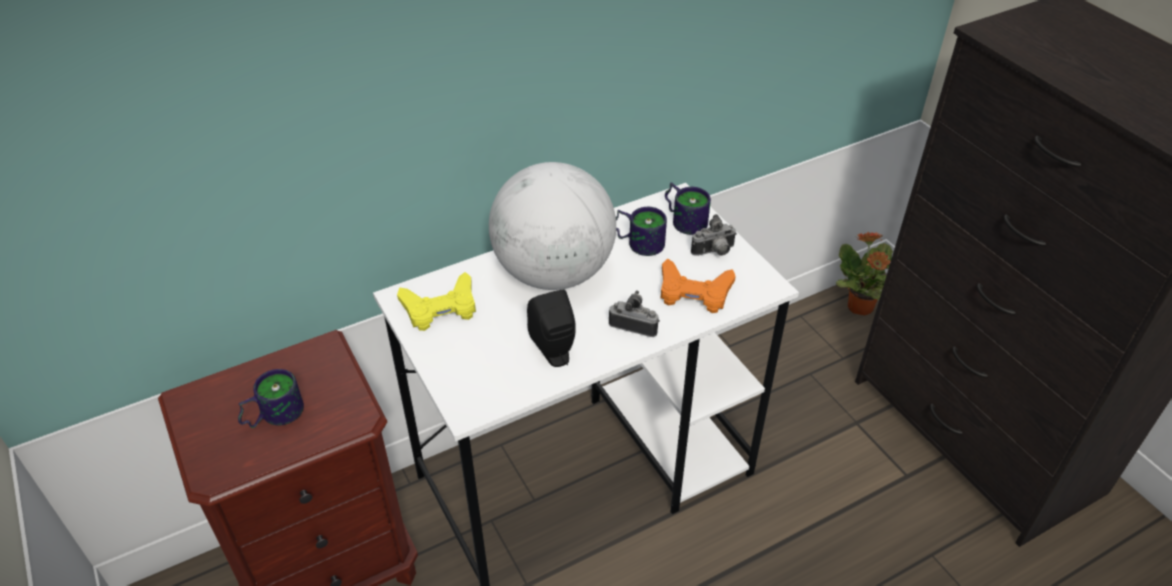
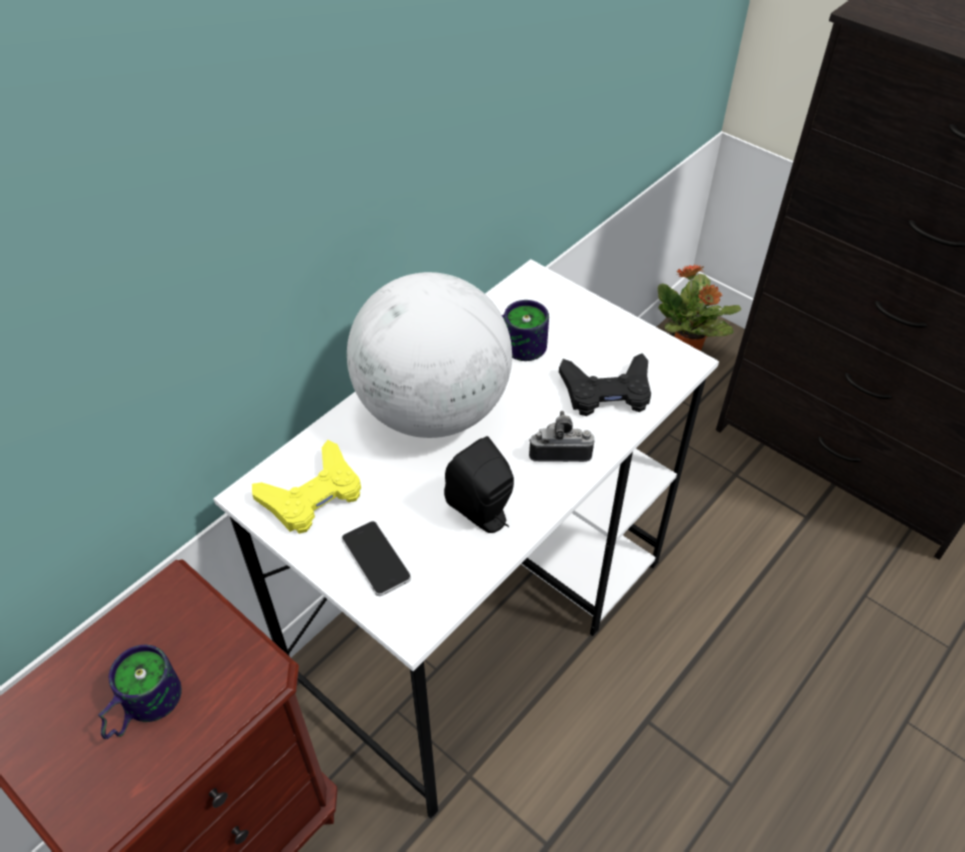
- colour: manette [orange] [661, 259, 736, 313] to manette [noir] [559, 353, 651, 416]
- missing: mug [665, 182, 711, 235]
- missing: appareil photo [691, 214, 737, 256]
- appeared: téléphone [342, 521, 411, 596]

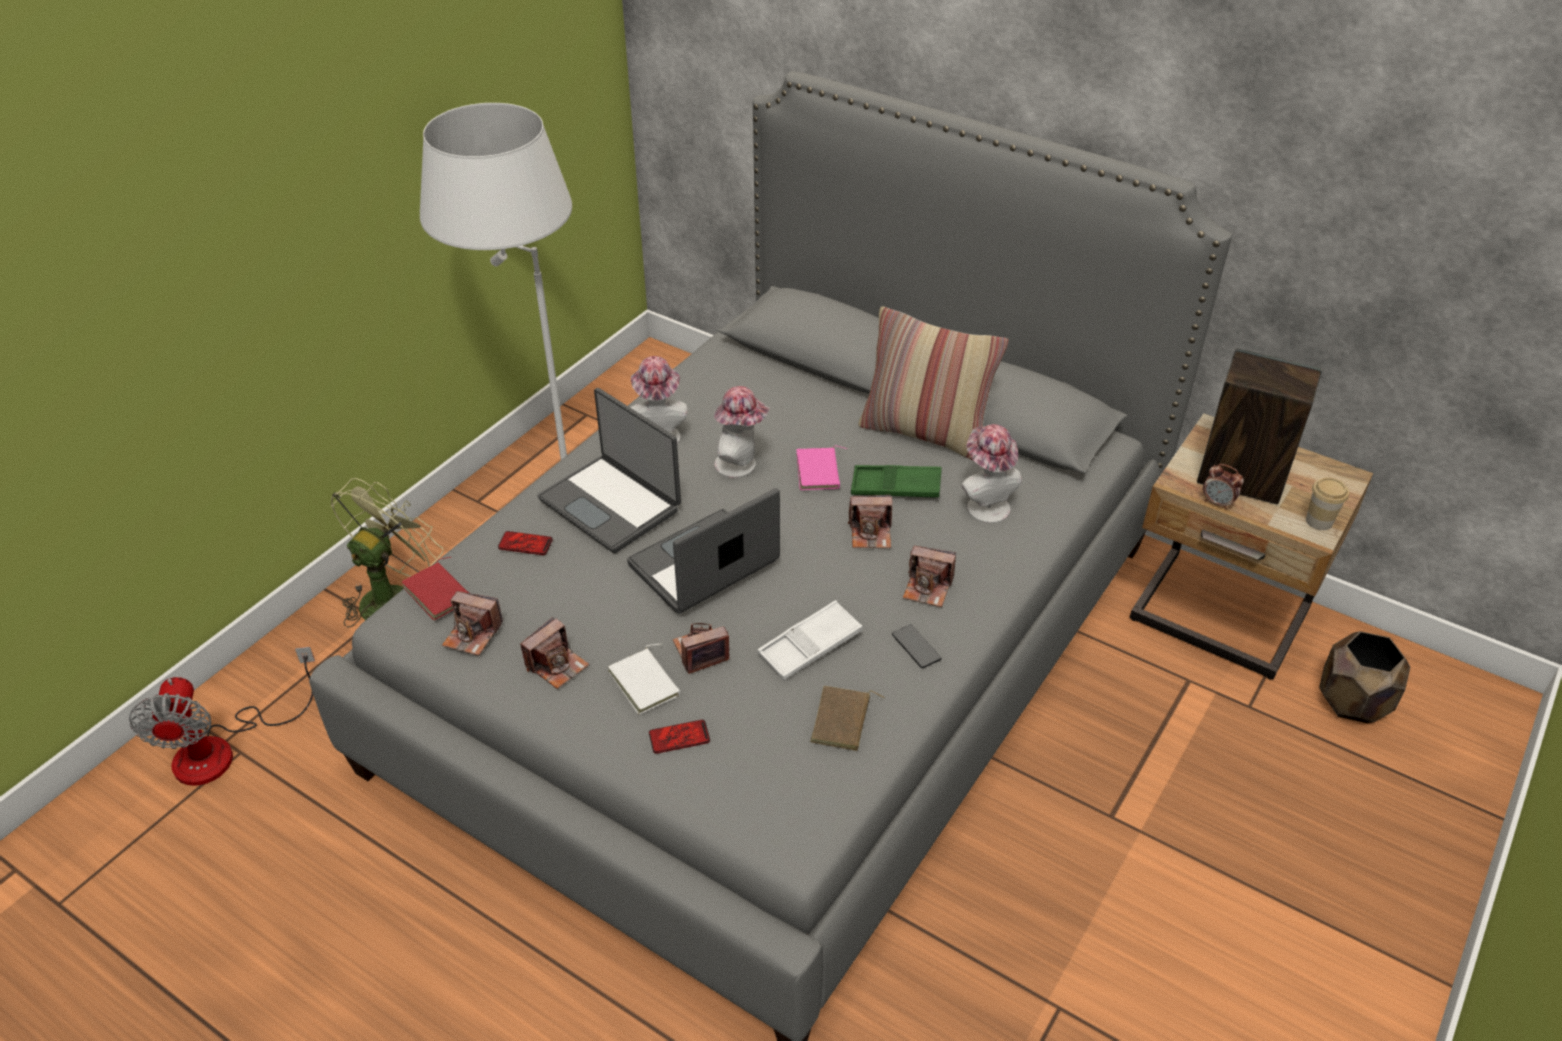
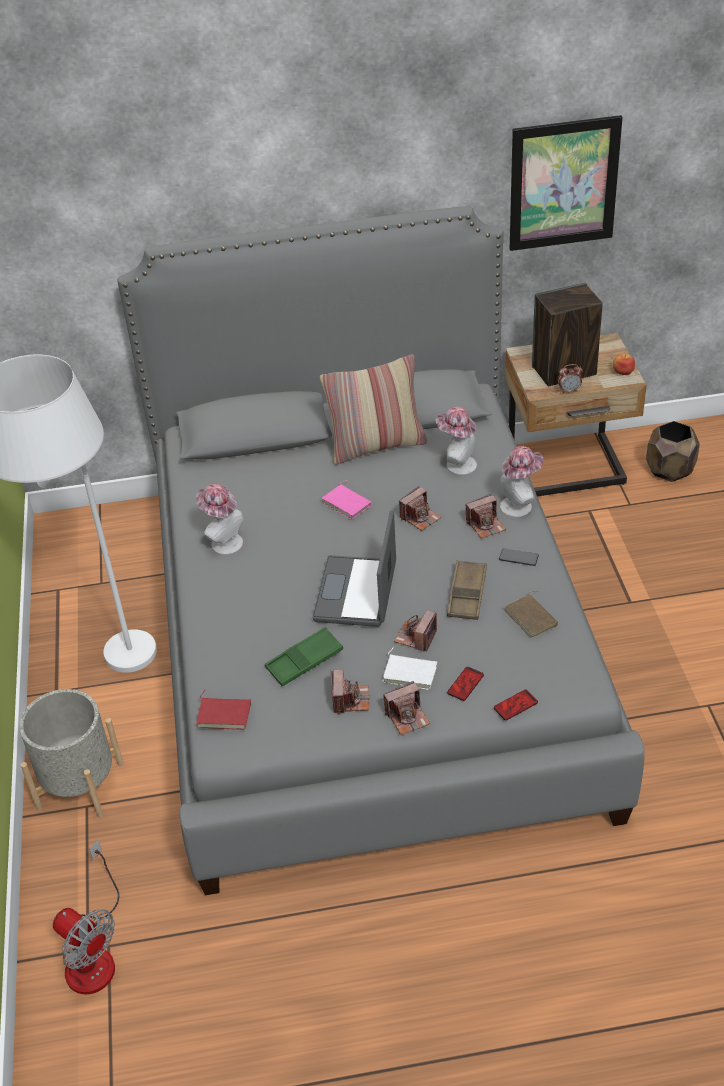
- exchanged: ventilateur [vert] [331, 478, 443, 627] to cache-pot [gris] [19, 689, 124, 818]
- relocated: appareil photo [442, 591, 503, 656] to [383, 681, 430, 735]
- relocated: téléphone [498, 531, 553, 555] to [494, 689, 538, 720]
- missing: ordinateur portable [538, 388, 681, 553]
- relocated: chapeau [714, 386, 770, 478] to [500, 446, 543, 517]
- colour: plateau [blanc] [757, 600, 863, 680] to plateau [marron] [447, 560, 487, 620]
- relocated: plateau [vert] [851, 465, 942, 497] to [265, 627, 343, 686]
- exchanged: tasse [1306, 478, 1349, 530] to pomme [613, 354, 635, 375]
- appeared: tableau [510, 115, 623, 251]

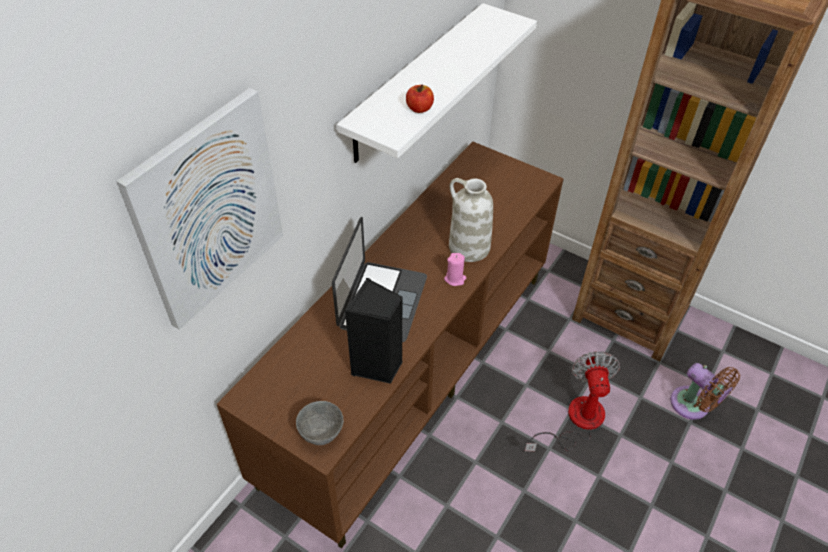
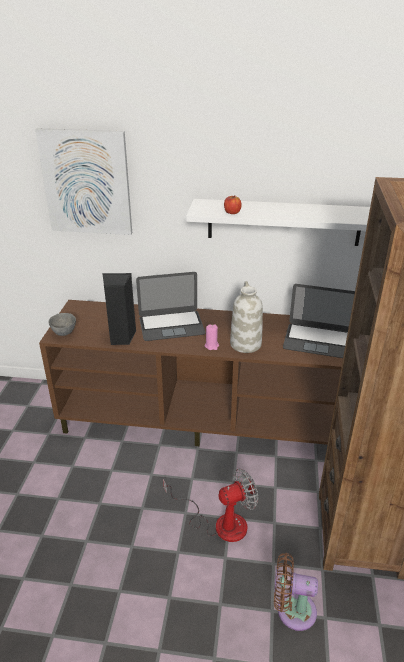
- spun: ventilateur [marron] [670, 363, 740, 420] = [274, 553, 318, 631] 75 degrees clockwise
- appeared: ordinateur portable [283, 284, 355, 358]

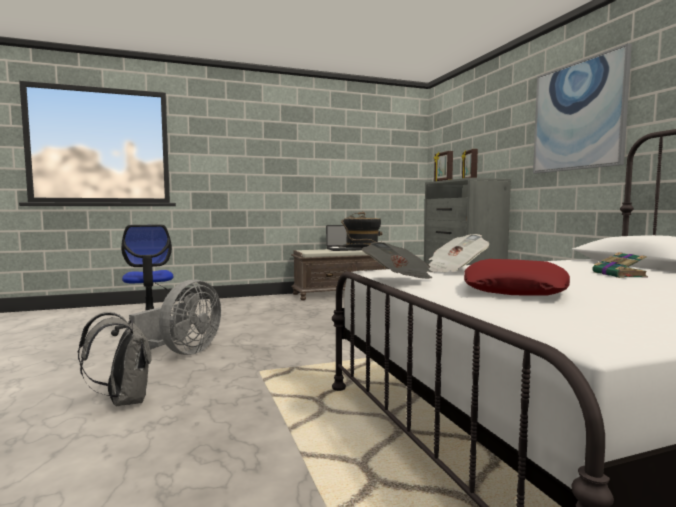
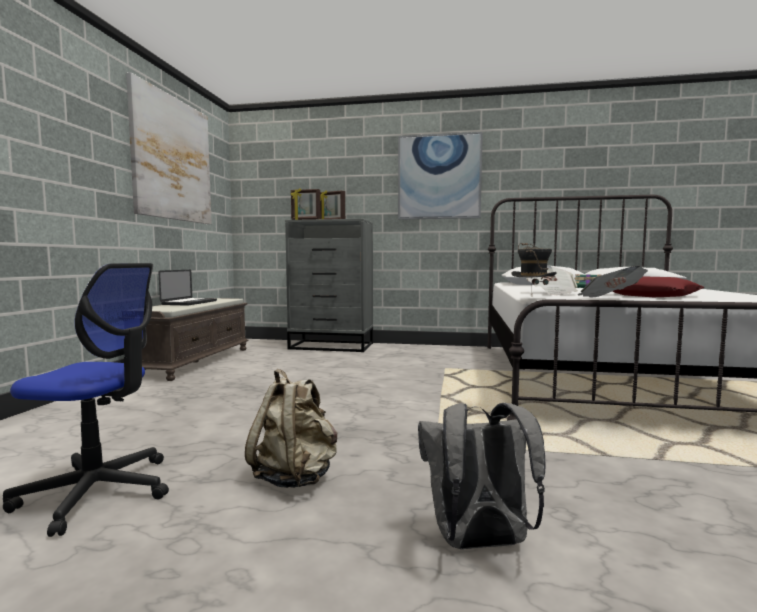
- exchanged: ventilateur [gris] [129, 279, 221, 355] to sac à dos [beige] [245, 369, 337, 488]
- appeared: tableau [126, 72, 212, 224]

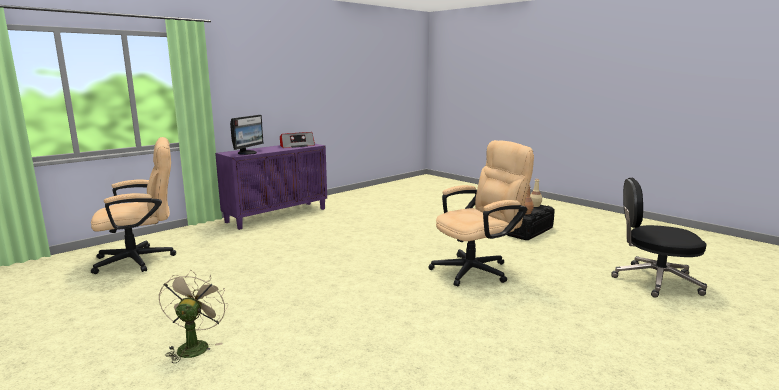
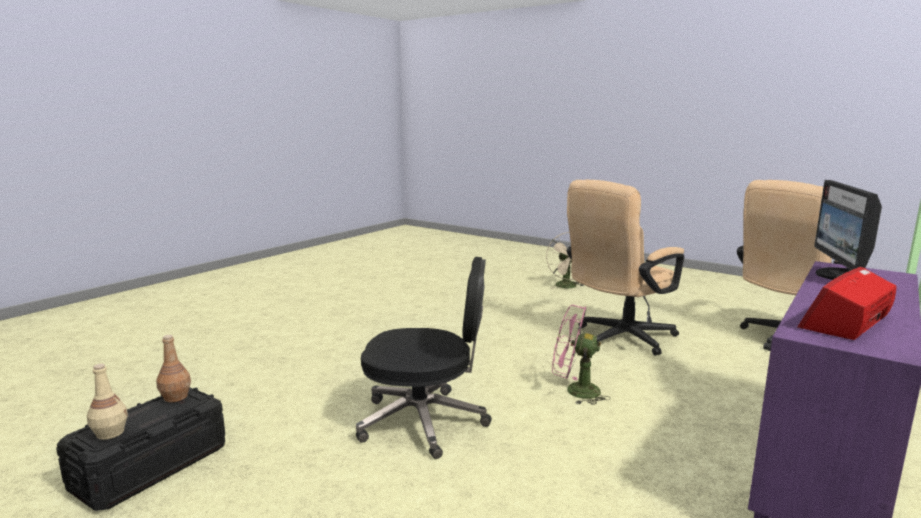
- relocated: chaise de bureau [beige] [428, 140, 534, 287] to [567, 180, 684, 356]
- relocated: chaise de bureau [noir] [611, 178, 707, 298] to [356, 257, 492, 459]
- appeared: ventilateur [rose] [552, 305, 610, 405]

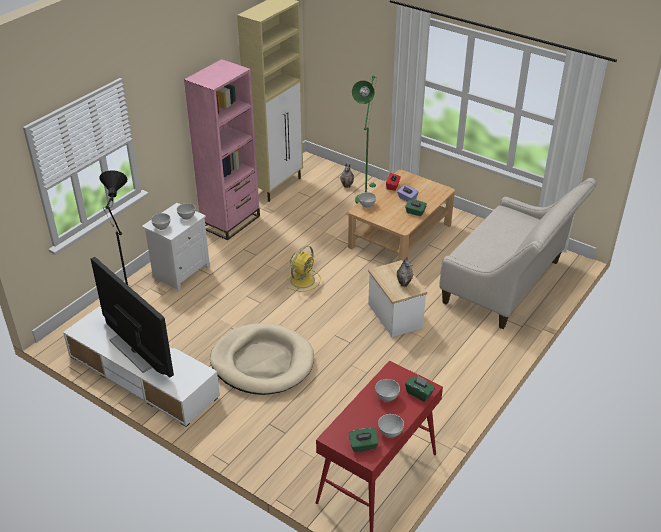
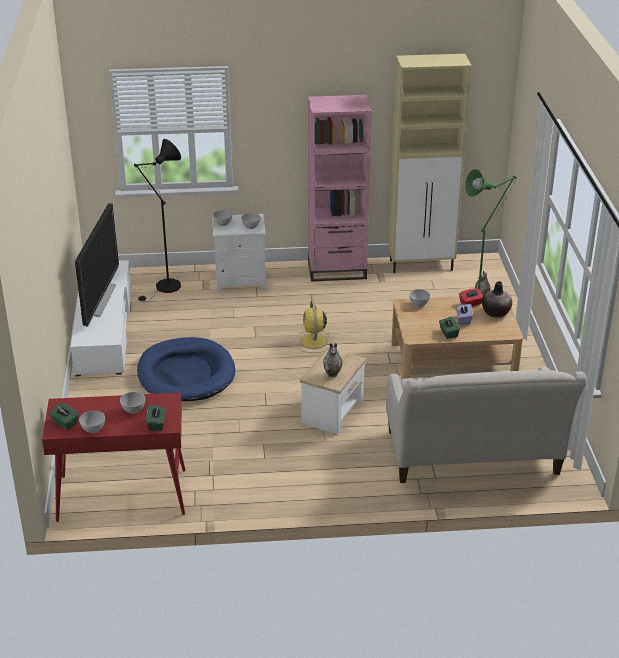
- colour: panier pour chien [beige] [210, 323, 314, 395] to panier pour chien [bleu] [137, 337, 236, 401]
- spun: ventilateur [jaune] [286, 245, 321, 292] = [295, 301, 334, 353] 90 degrees clockwise
- appeared: vase [482, 281, 512, 318]

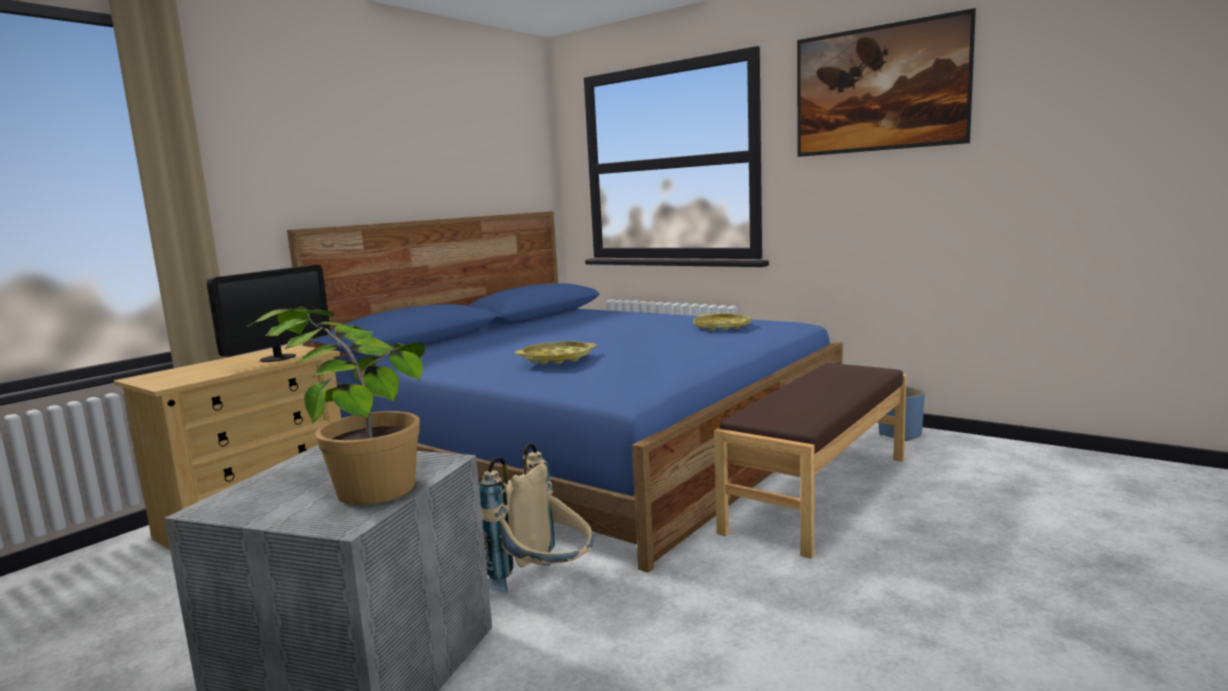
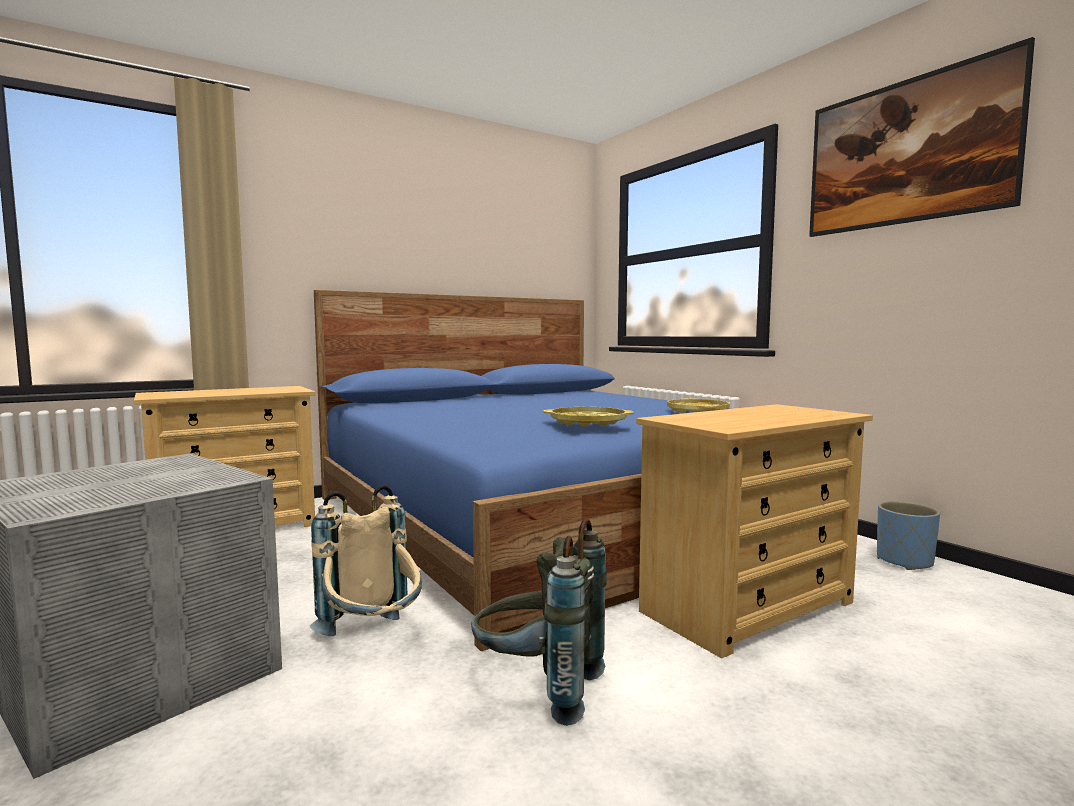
- missing: écran d'ordinateur [207, 265, 330, 362]
- missing: plante en pot [246, 307, 425, 505]
- relocated: plateau [jaune] [515, 341, 597, 365] to [544, 407, 634, 427]
- exchanged: banc [marron] [714, 363, 906, 559] to commode [beige] [636, 404, 873, 659]
- appeared: sac à dos [gris] [471, 518, 607, 726]

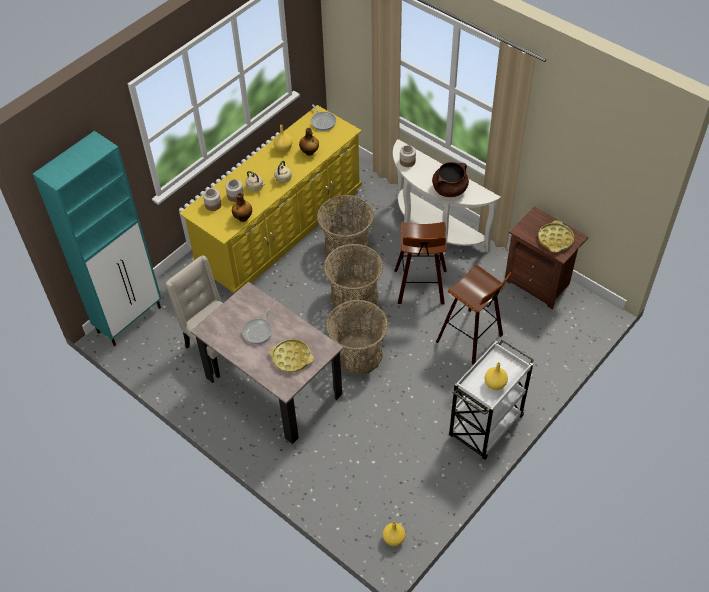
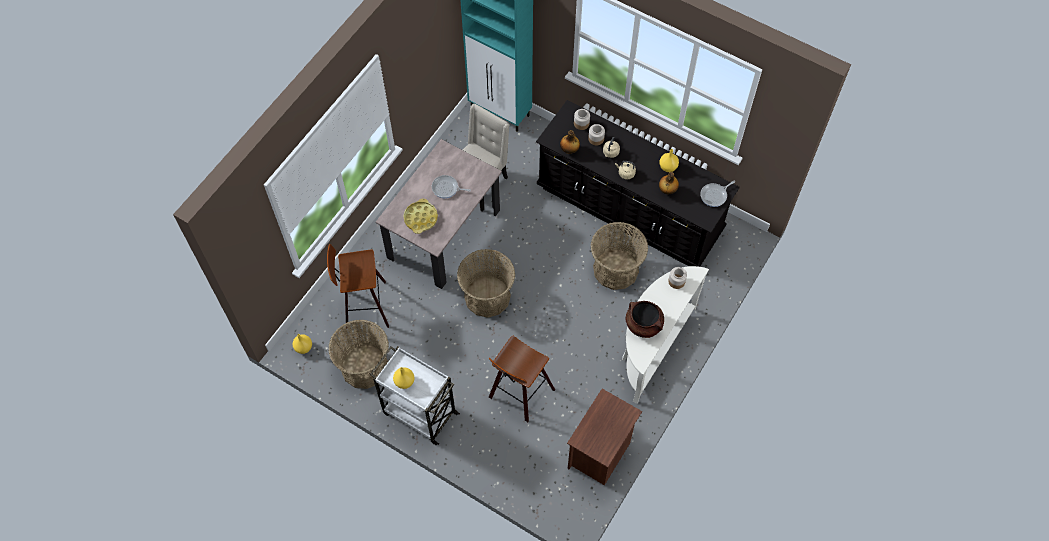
- colour: commode [jaune] [179, 105, 362, 293] to commode [noir] [536, 100, 740, 267]
- relocated: panier [324, 244, 383, 316] to [328, 320, 389, 389]
- relocated: tabouret [394, 222, 447, 304] to [327, 244, 389, 328]
- missing: plateau [jaune] [538, 220, 574, 253]

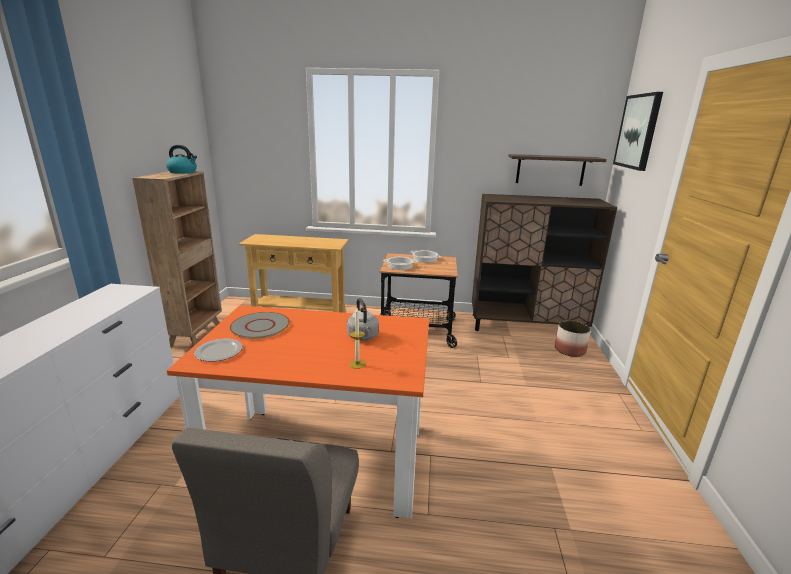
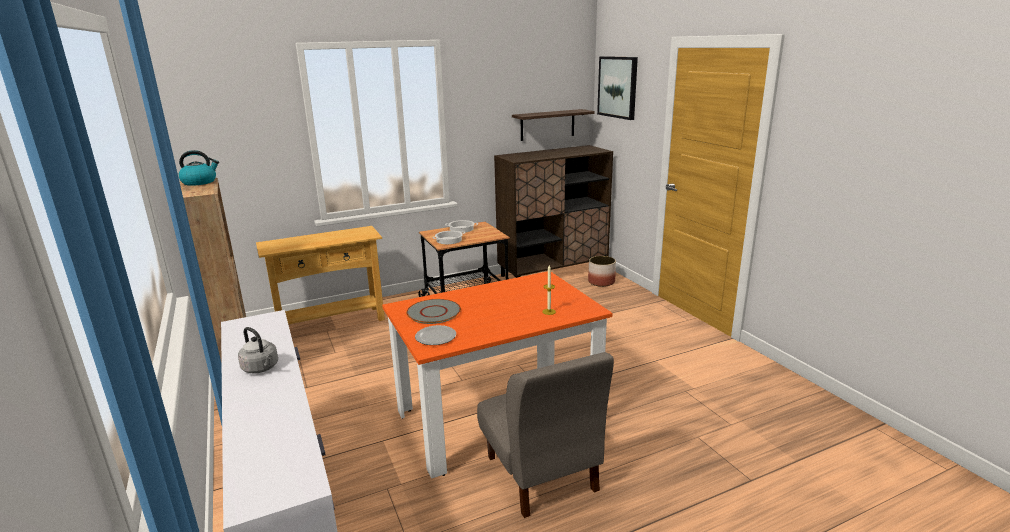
- relocated: bouilloire [gris] [347, 298, 379, 341] to [238, 327, 278, 374]

